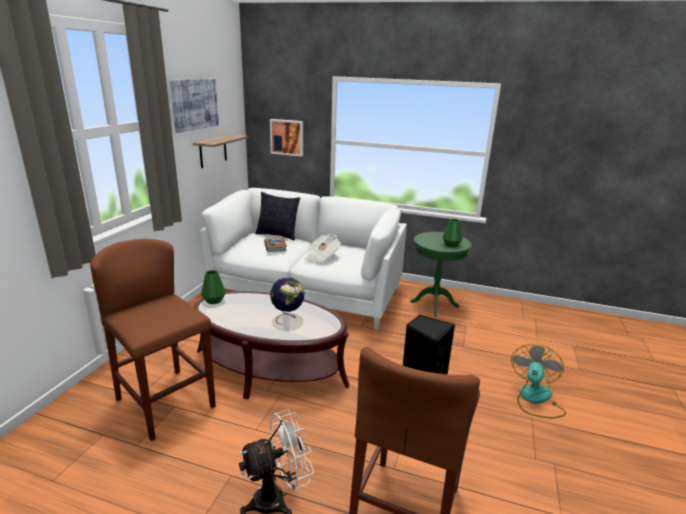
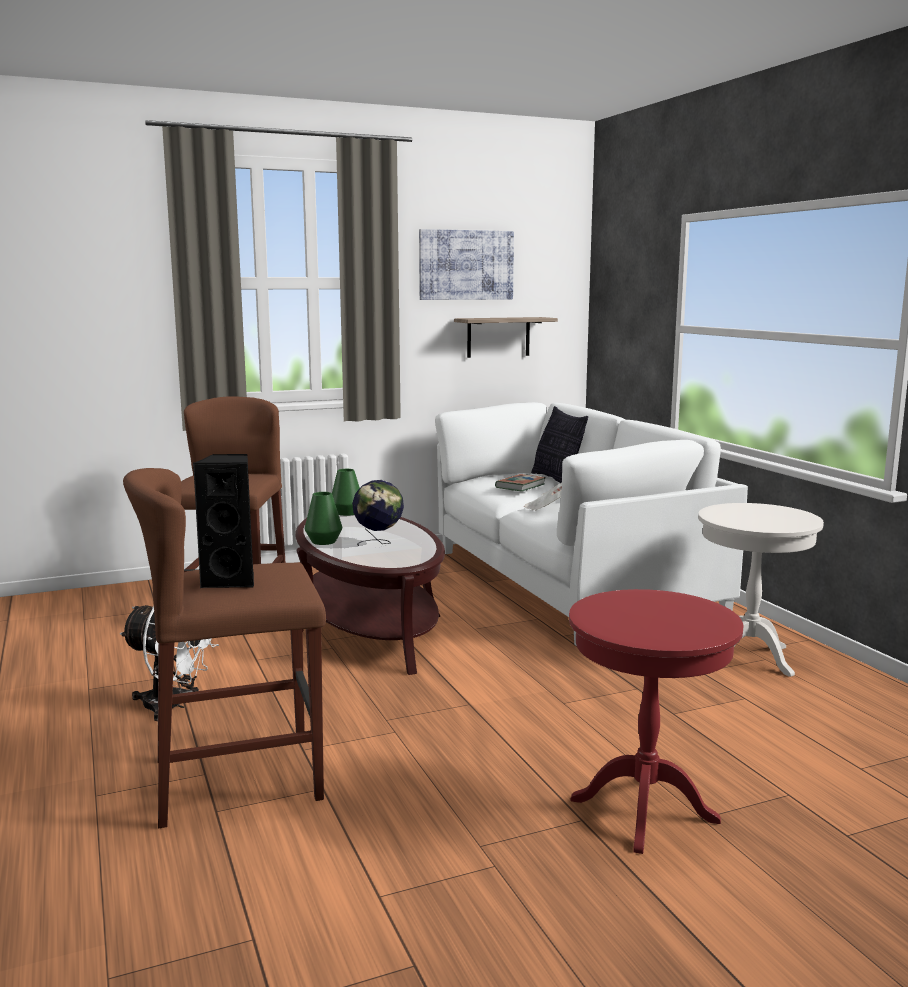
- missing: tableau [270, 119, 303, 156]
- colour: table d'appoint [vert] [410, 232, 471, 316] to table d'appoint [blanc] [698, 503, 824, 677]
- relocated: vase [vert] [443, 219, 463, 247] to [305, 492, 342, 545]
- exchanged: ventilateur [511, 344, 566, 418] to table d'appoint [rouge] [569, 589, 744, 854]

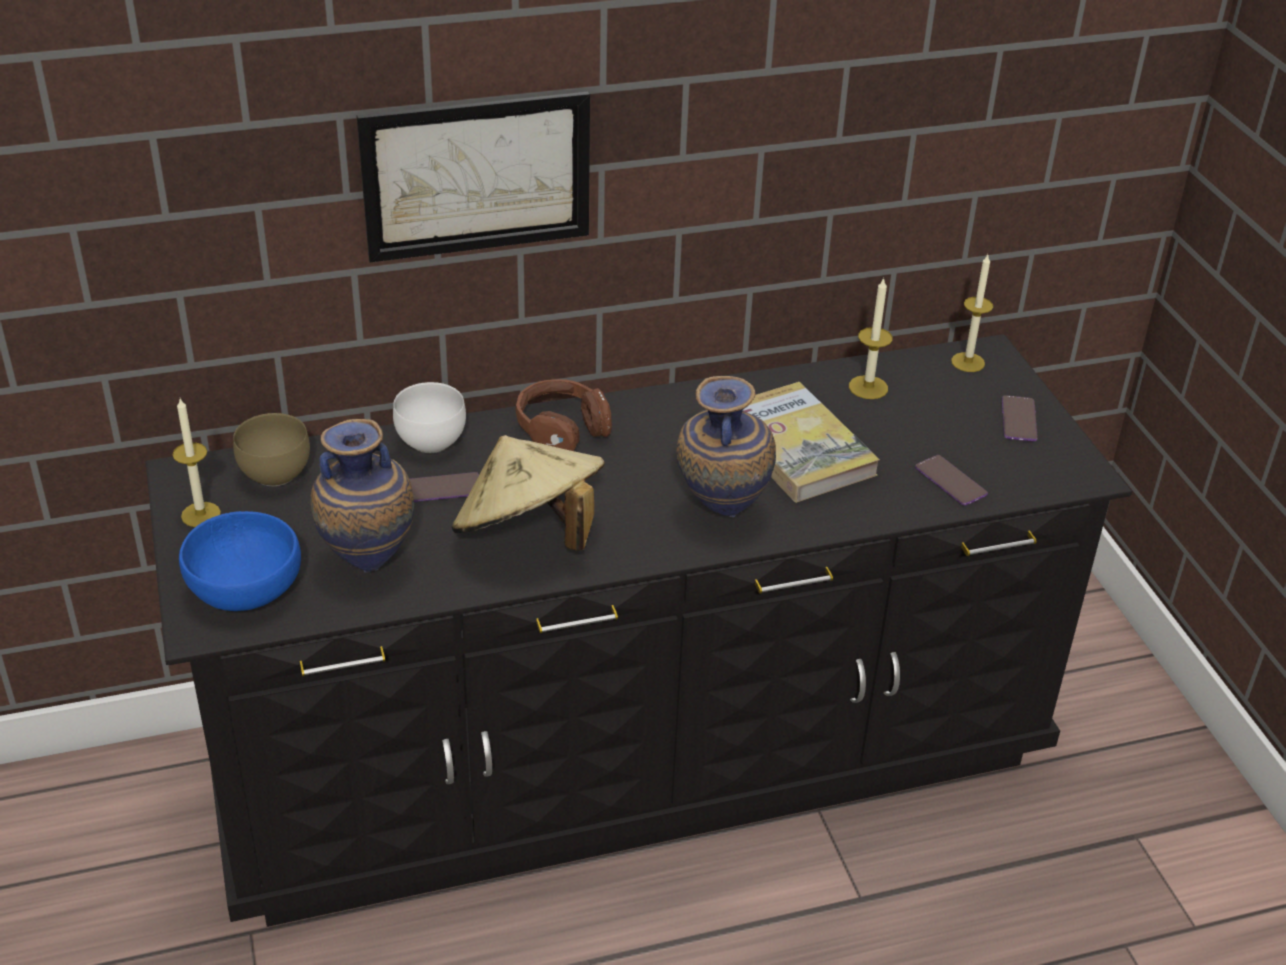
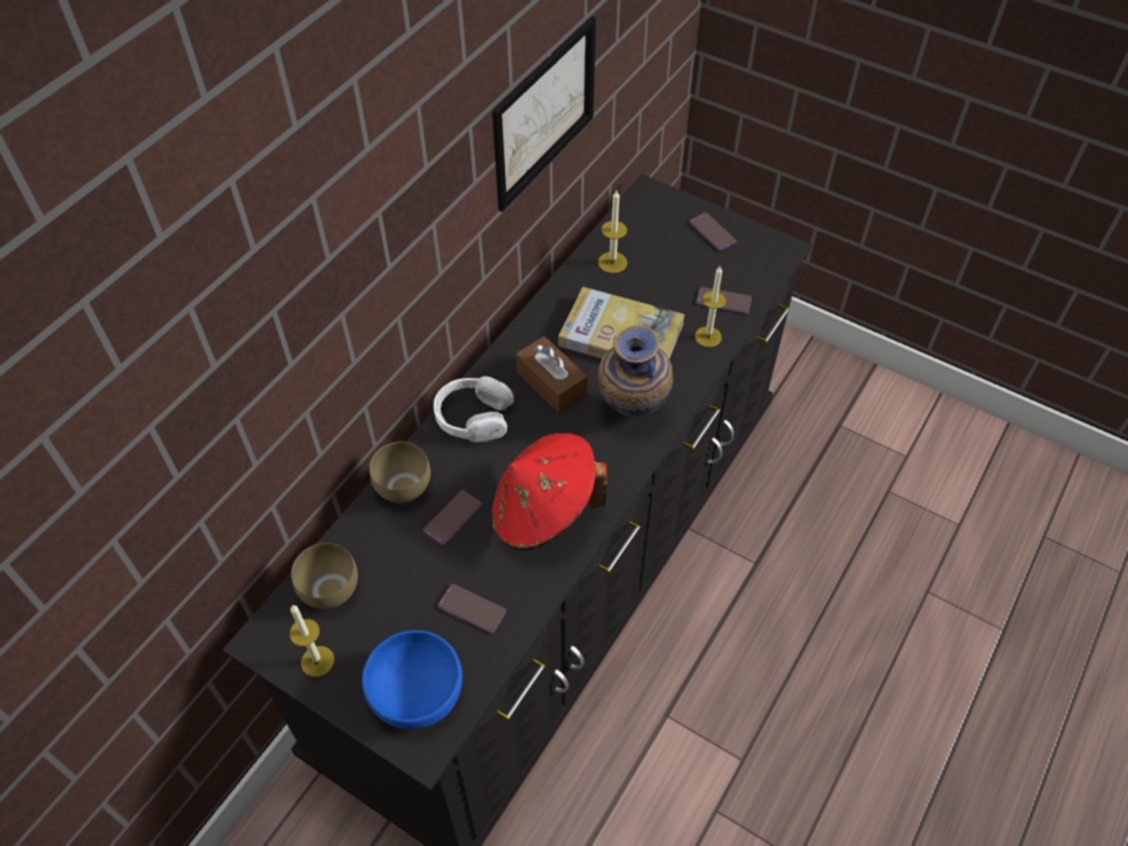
- exchanged: vase [310, 419, 414, 573] to téléphone [438, 584, 506, 633]
- relocated: tableau [356, 92, 590, 263] to [492, 16, 596, 212]
- colour: bol [blanc] [393, 382, 466, 453] to bol [marron] [369, 442, 431, 503]
- colour: chapeau [beige] [452, 435, 605, 551] to chapeau [rouge] [492, 433, 607, 550]
- colour: casque audio [marron] [515, 379, 612, 451] to casque audio [blanc] [434, 376, 514, 442]
- relocated: bougie [951, 255, 993, 372] to [695, 266, 726, 347]
- appeared: boîte à mouchoirs [marron] [516, 336, 588, 413]

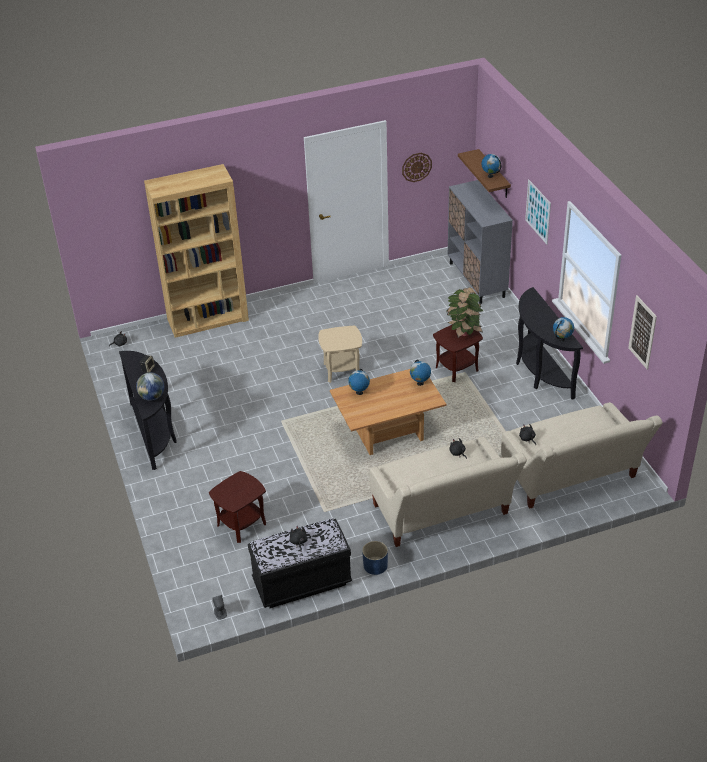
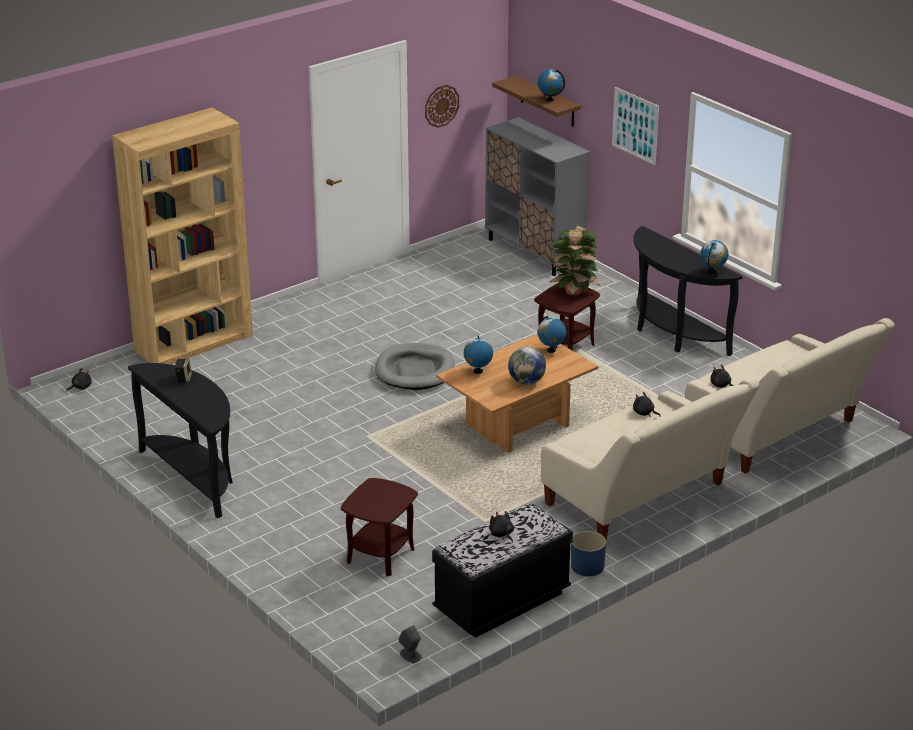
- relocated: globe [136, 372, 164, 401] to [508, 347, 546, 385]
- exchanged: table d'appoint [beige] [318, 326, 362, 383] to panier pour chien [gris] [375, 343, 455, 390]
- missing: tableau [628, 295, 657, 370]

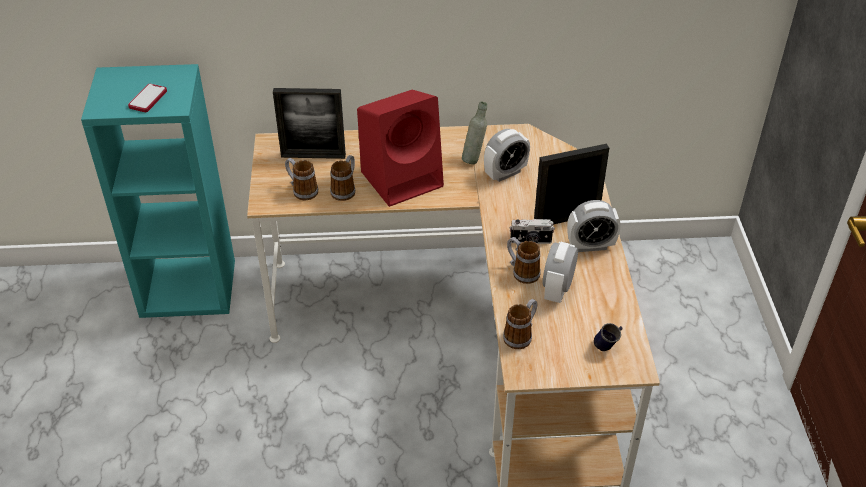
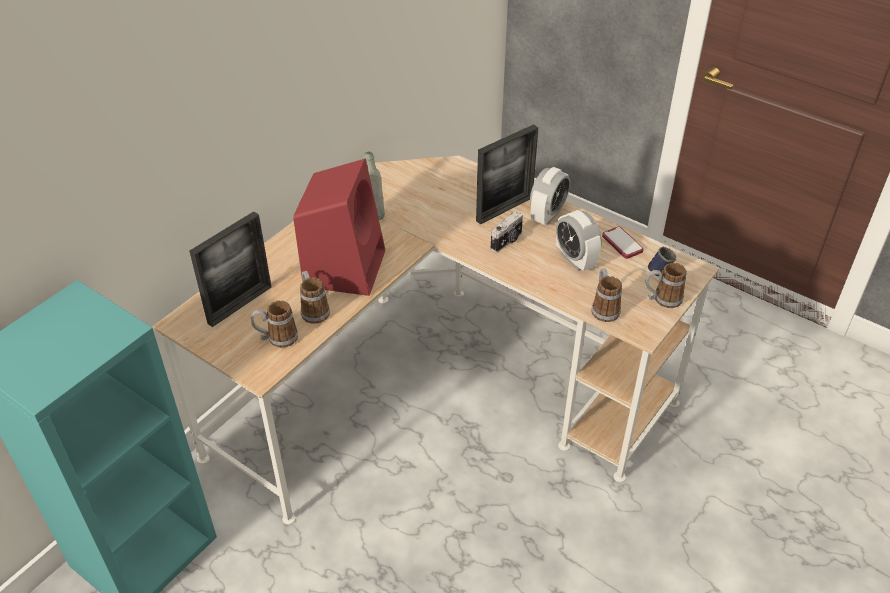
- relocated: téléphone [128, 84, 167, 112] to [602, 226, 644, 259]
- missing: réveil [484, 129, 530, 182]
- relocated: mug [507, 237, 541, 284] to [646, 263, 686, 308]
- spun: cadre photo [534, 144, 609, 224] = [476, 124, 538, 224] 150 degrees counterclockwise

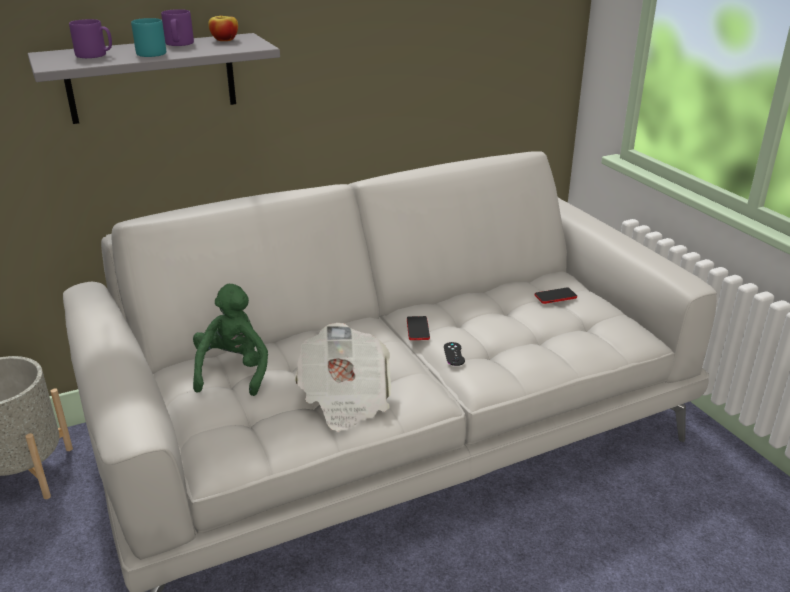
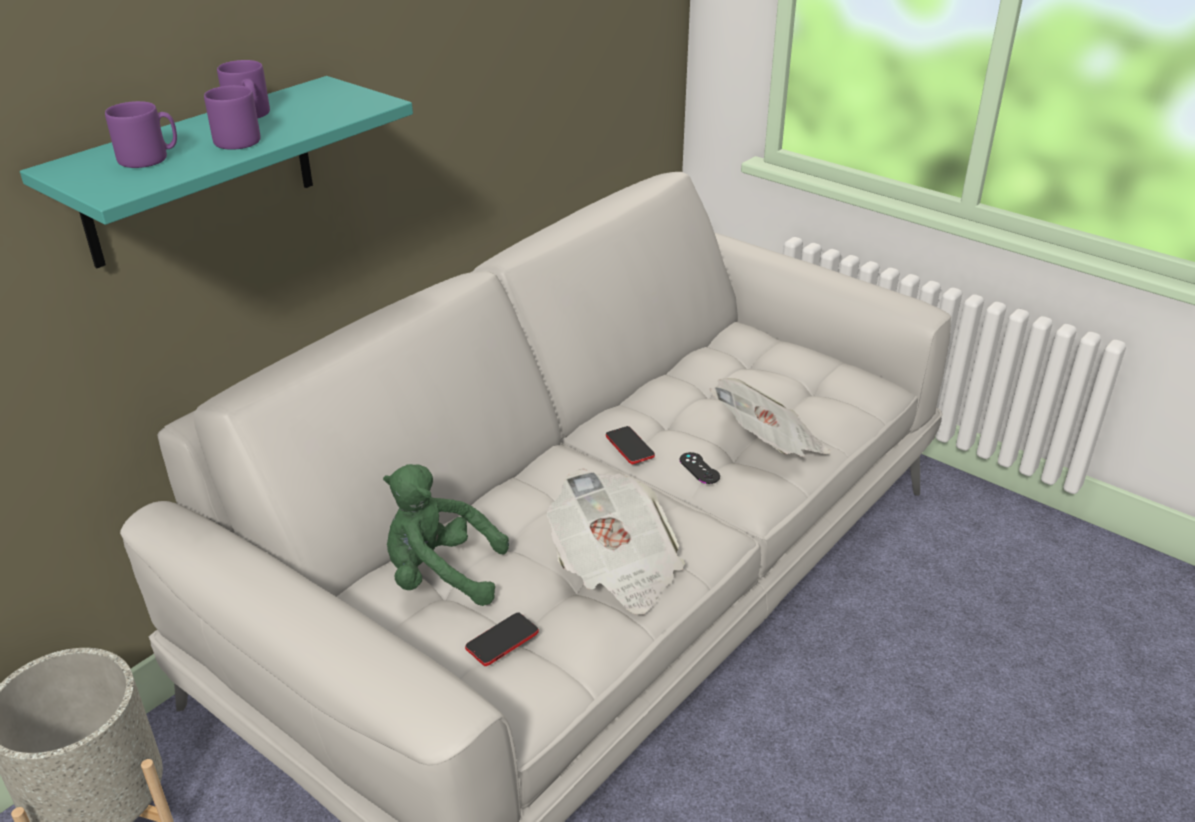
- colour: étagère [gris] [28, 33, 280, 124] to étagère [turquoise] [20, 76, 413, 268]
- colour: mug [turquoise] [131, 18, 166, 57] to mug [violet] [204, 85, 261, 150]
- spun: peluche [vert] [193, 284, 268, 396] = [383, 464, 509, 606] 60 degrees counterclockwise
- missing: pomme [208, 16, 238, 41]
- relocated: téléphone [535, 288, 577, 304] to [465, 612, 539, 666]
- appeared: journal [710, 378, 830, 457]

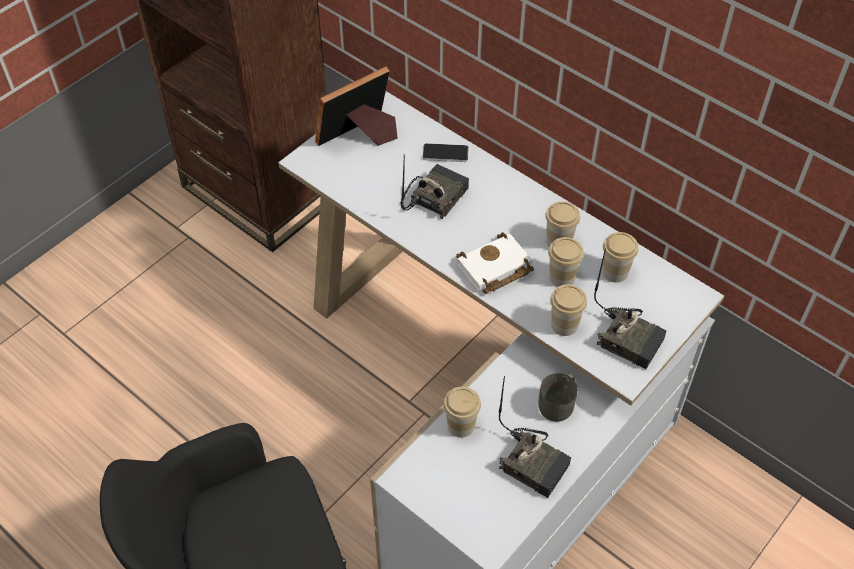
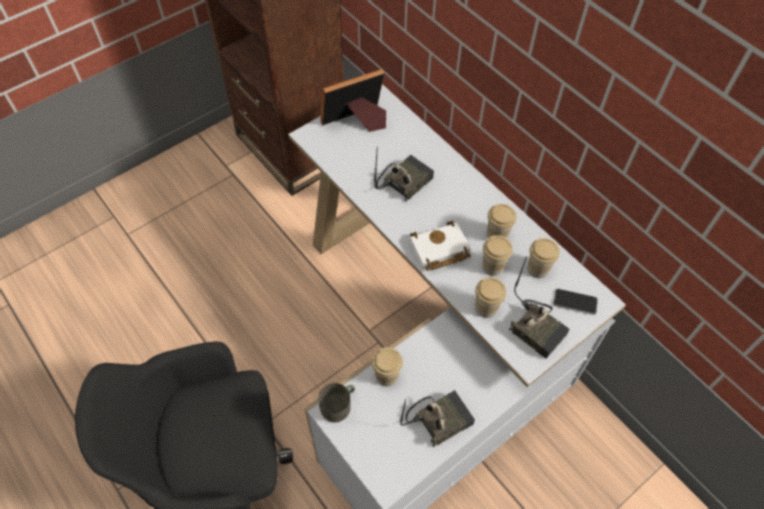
- relocated: téléphone [422, 143, 469, 162] to [554, 289, 598, 315]
- spun: radio [499, 376, 571, 498] = [400, 390, 475, 447] 75 degrees counterclockwise
- relocated: mug [gris] [538, 373, 578, 422] to [318, 383, 355, 422]

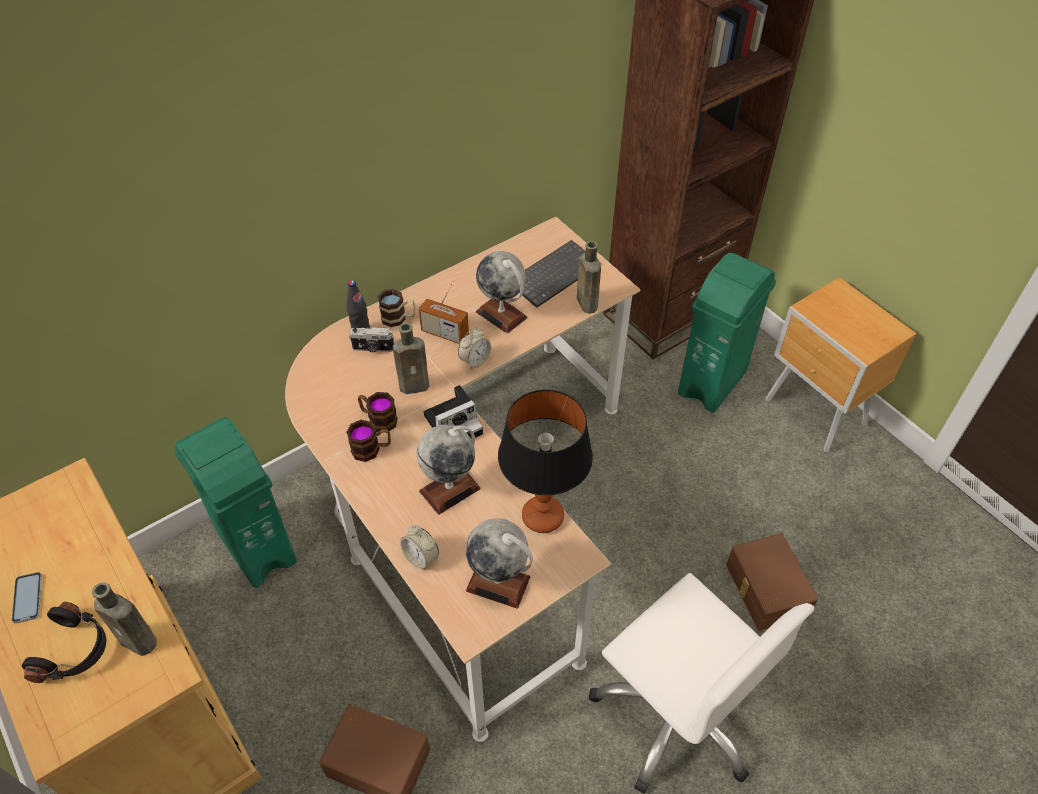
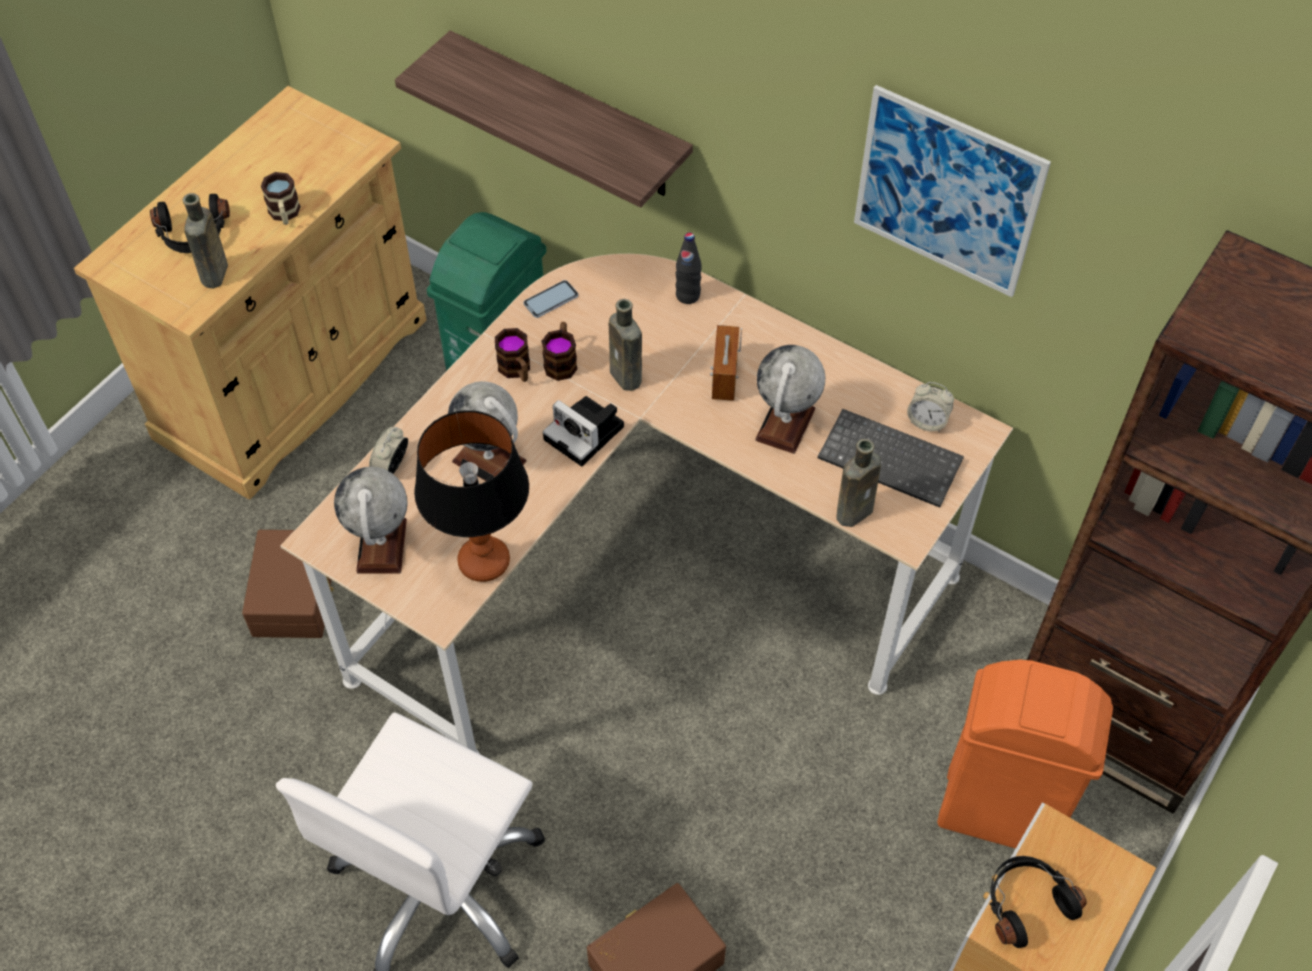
- relocated: téléphone [12, 572, 42, 623] to [523, 280, 578, 318]
- missing: appareil photo [349, 327, 394, 352]
- relocated: mug [378, 289, 416, 327] to [261, 172, 301, 225]
- relocated: réveil [458, 327, 491, 370] to [907, 382, 954, 432]
- colour: poubelle [vert] [678, 253, 776, 413] to poubelle [orange] [937, 660, 1113, 849]
- appeared: étagère [395, 31, 693, 208]
- appeared: tableau [854, 85, 1051, 297]
- appeared: casque audio [noir] [989, 856, 1087, 948]

